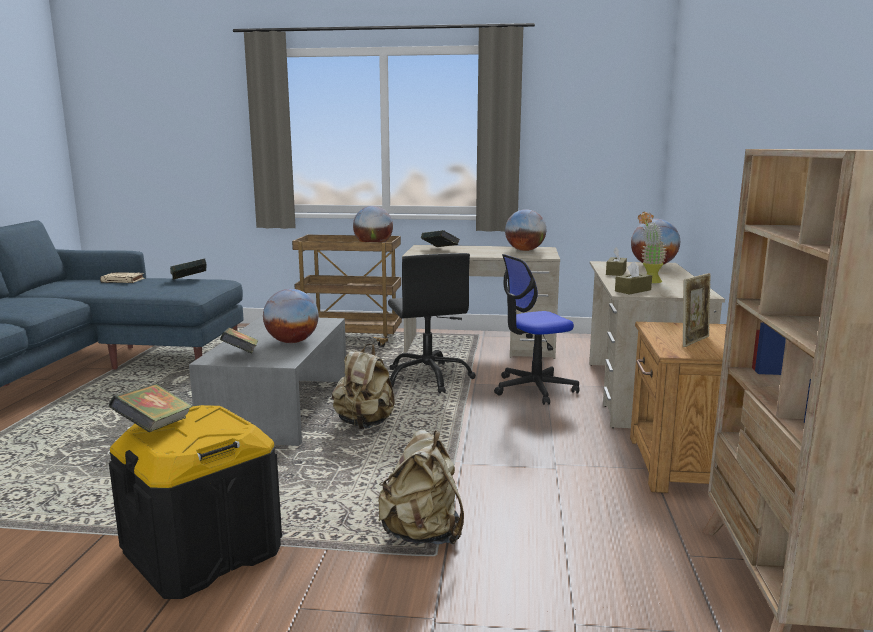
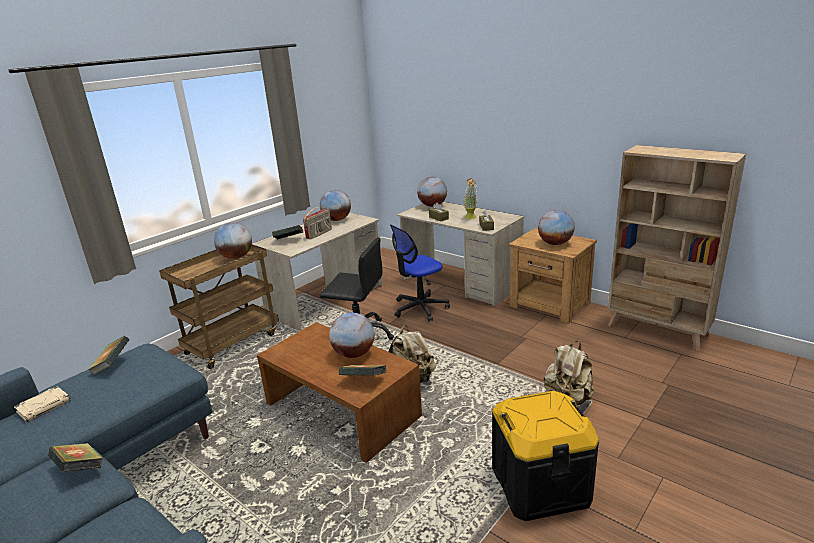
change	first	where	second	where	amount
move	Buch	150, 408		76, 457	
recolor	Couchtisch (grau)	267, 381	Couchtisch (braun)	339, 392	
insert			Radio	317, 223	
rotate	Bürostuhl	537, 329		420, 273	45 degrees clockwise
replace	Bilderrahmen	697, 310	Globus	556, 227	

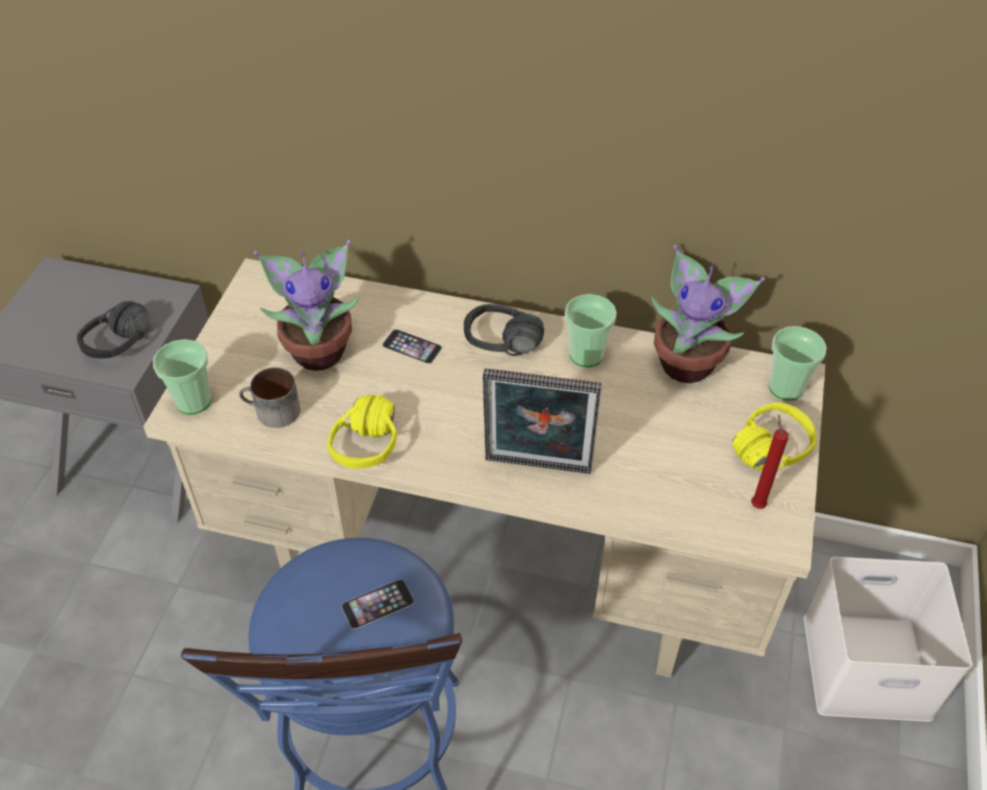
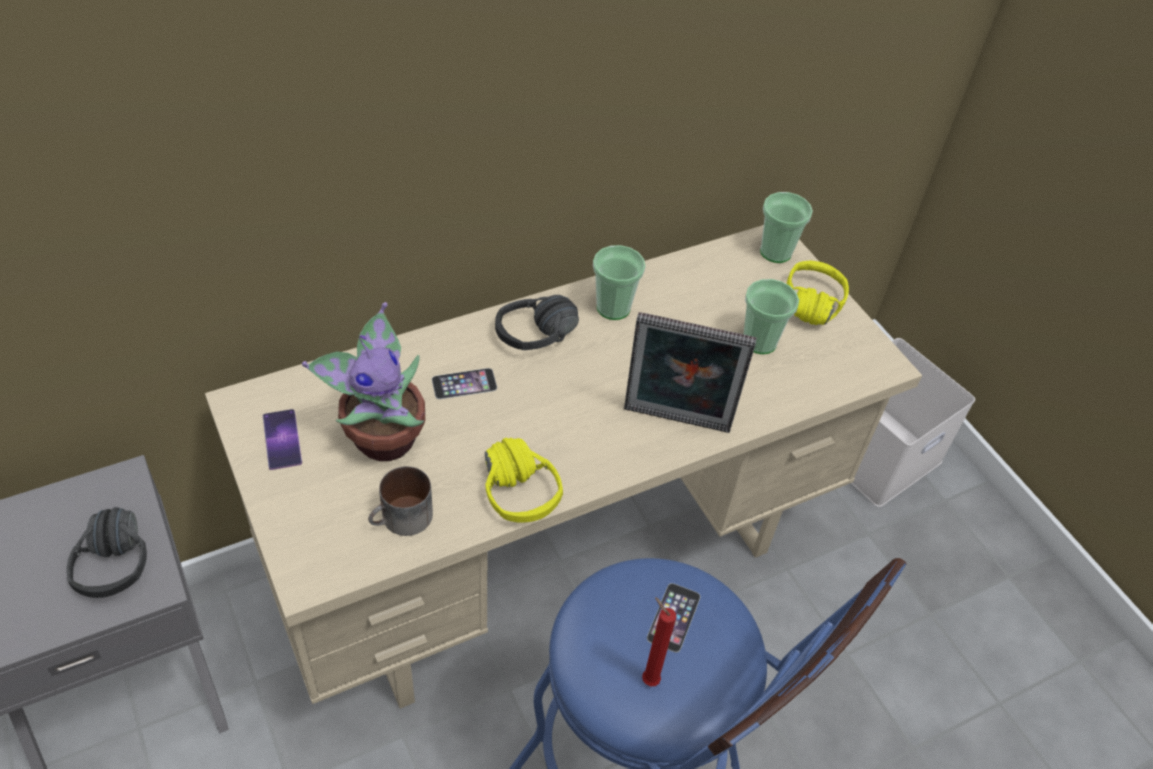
change	first	where	second	where	amount
insert			Handy	282, 439	
rotate	Bilderrahmen	542, 421		690, 372	45 degrees clockwise
move	Kerze (rot)	770, 461		659, 641	
move	Tasse	182, 377		771, 316	
delete	Topfpflanze	708, 314			

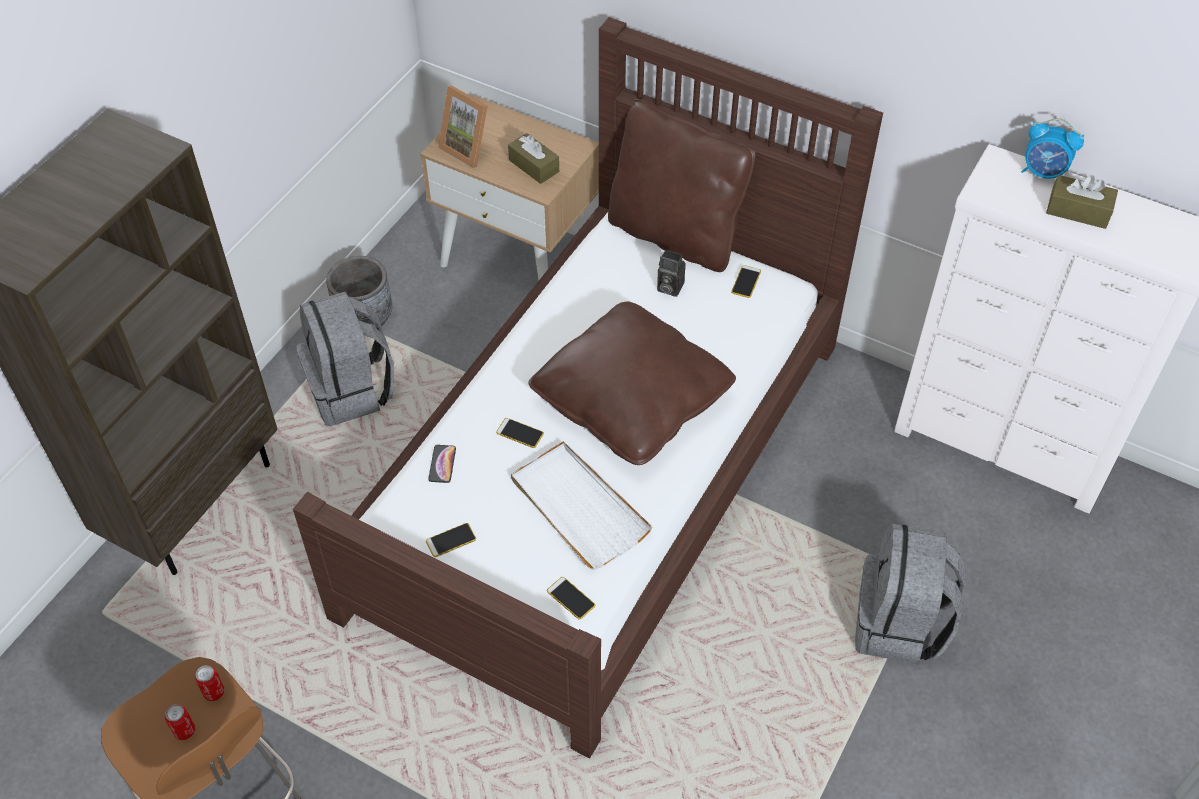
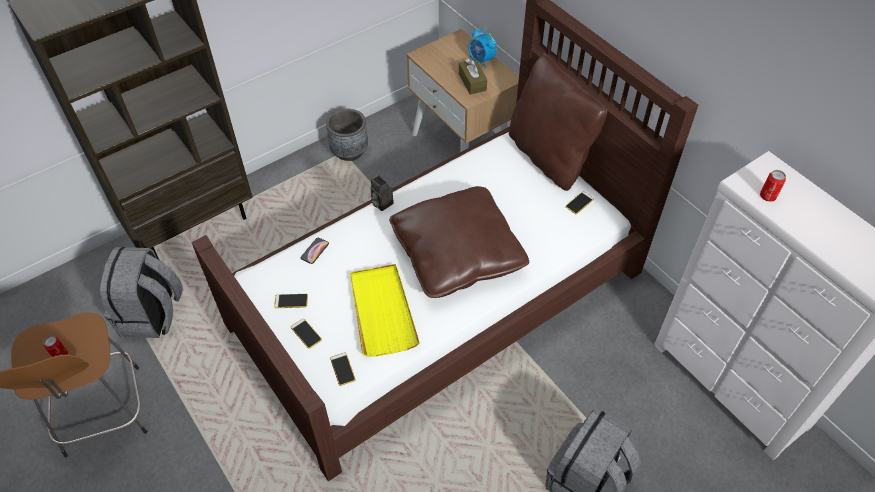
change	first	where	second	where	amount
move	Rucksack (grau)	345, 359		141, 292	
move	Handy	520, 433		306, 333	
recolor	Tablett (weiß)	581, 505	Tablett (gelb)	385, 310	
move	Kamera	671, 273		382, 193	
move	Wecker	1052, 148		483, 48	
move	Dose	209, 683		773, 186	
delete	Bilderrahmen	463, 126			
delete	Taschentuchbox (braun)	1082, 202			

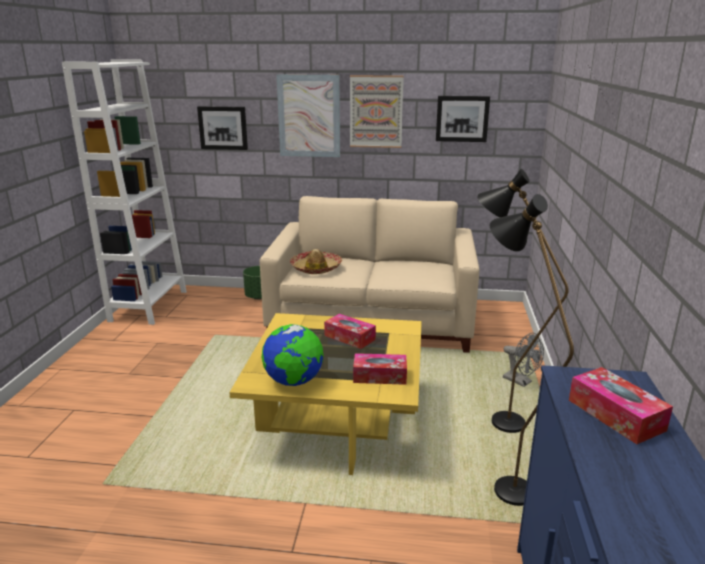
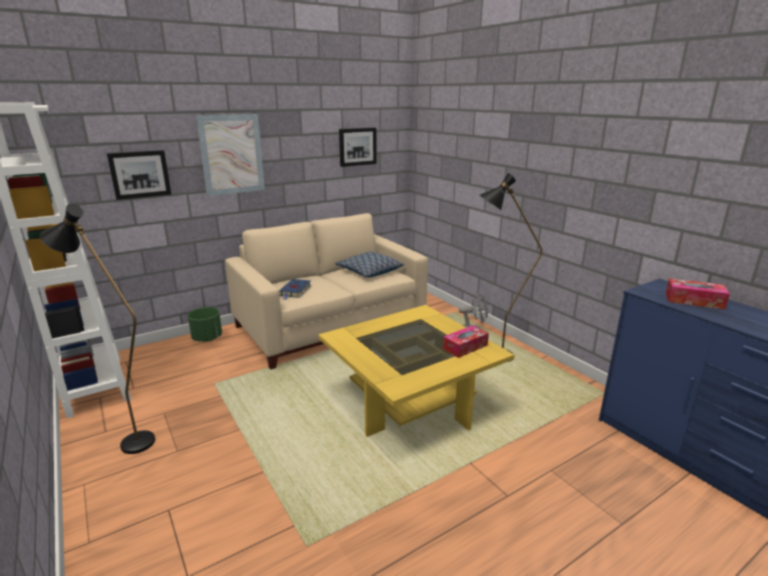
change	first	where	second	where	amount
move	Stehlampe (schwarz)	532, 350		97, 329	
replace	Hut	316, 261	Buch (blau)	295, 289	
insert			Kissen	369, 264	
delete	Globus	292, 355			
delete	Taschentuchbox	350, 331			
delete	Bild	377, 111			

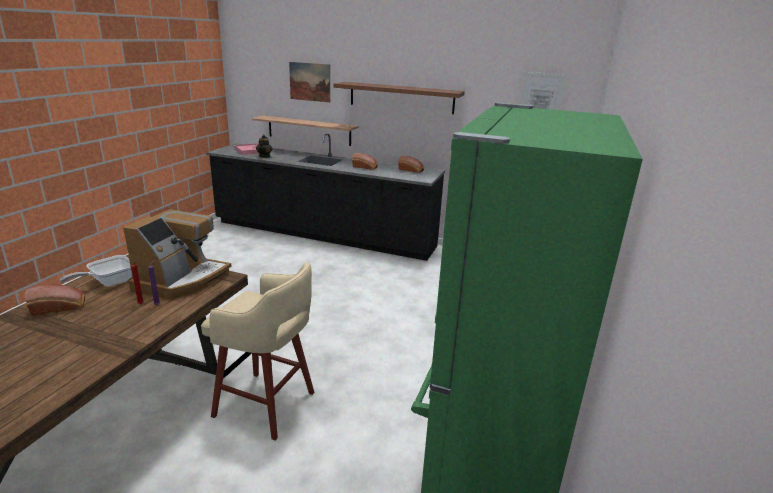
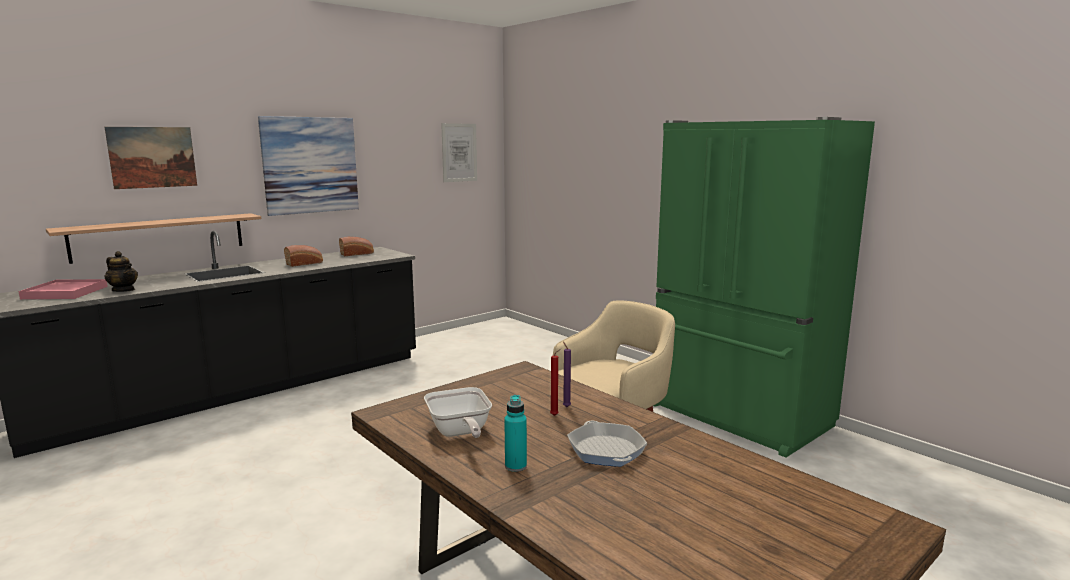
change	first	where	second	where	amount
replace	Wandregal (braun)	399, 98	Bild	308, 166	
replace	Brot	55, 300	Flasche (türkis)	515, 433	
insert			Pfanne	607, 444	
delete	Kaffeemaschine	177, 254			

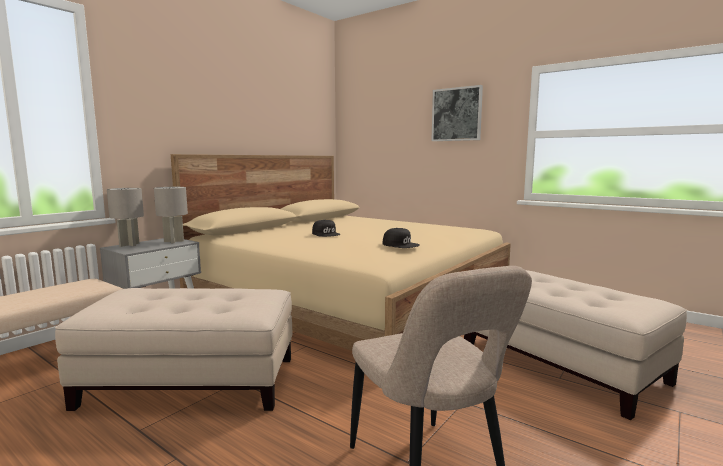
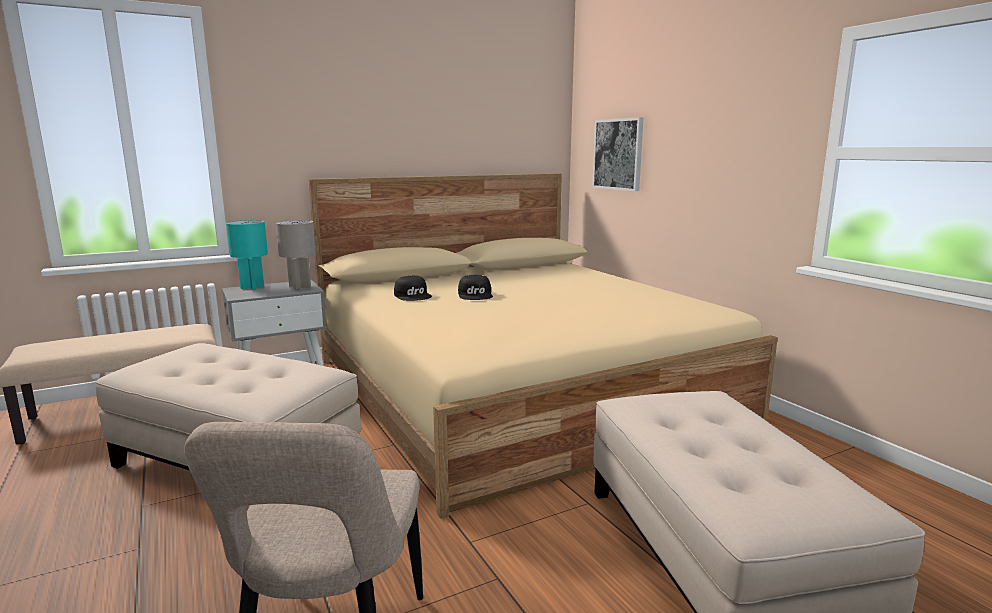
change	first	where	second	where	amount
recolor	Tischlampe (grau)	125, 217	Tischlampe (türkis)	247, 255	
move	Kappe (schwarz)	401, 238		413, 288	
move	Bild	457, 113		618, 154	

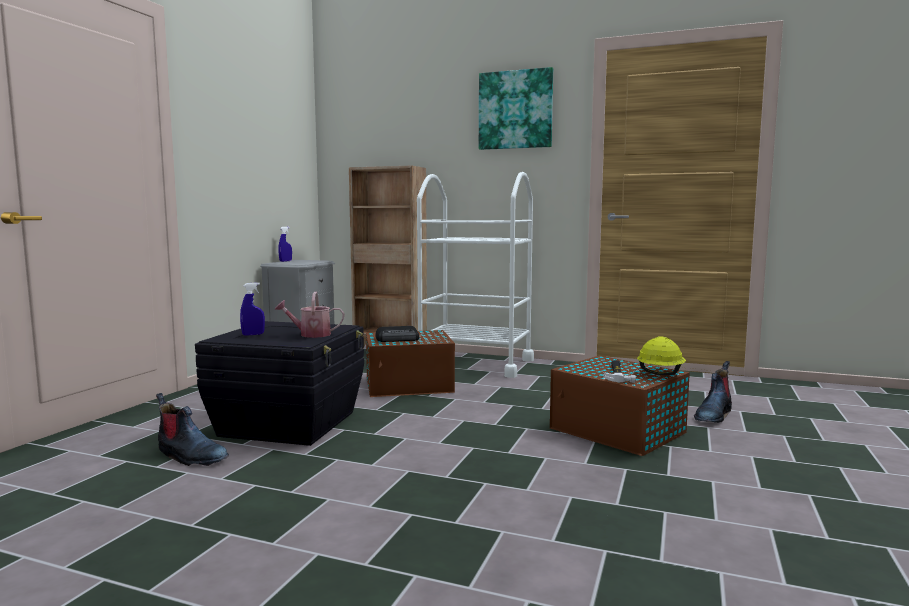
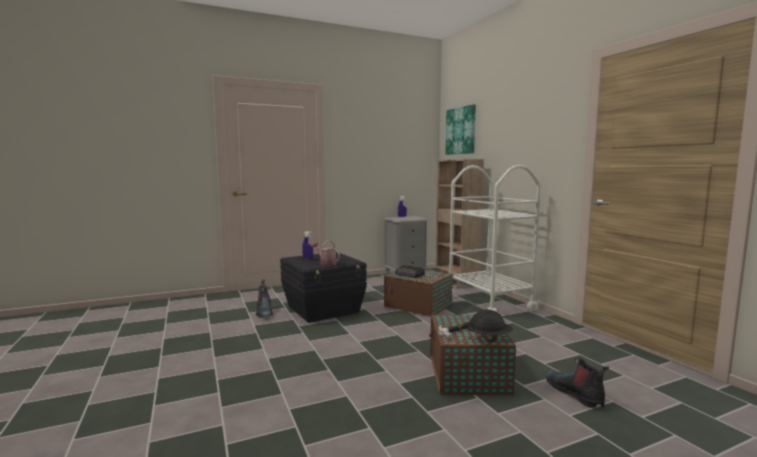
change	first	where	second	where	amount
move	Bild	516, 108		461, 129	
recolor	Schutzhelm (gelb)	661, 356	Schutzhelm (schwarz)	490, 326	
rotate	Stiefel	713, 392		577, 383	75 degrees clockwise

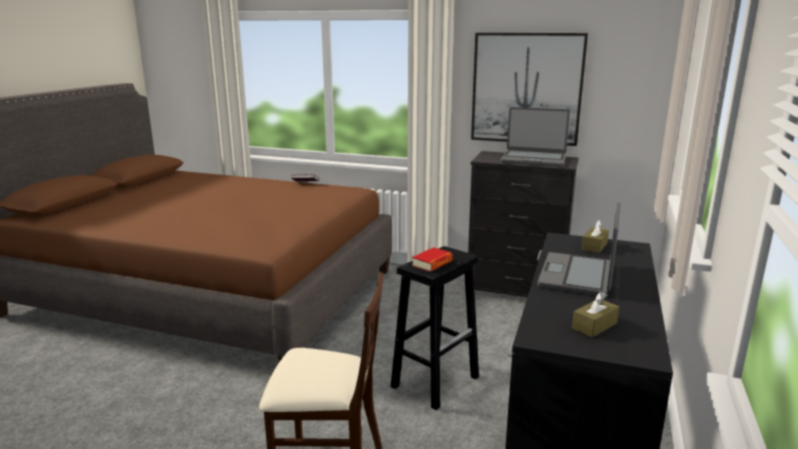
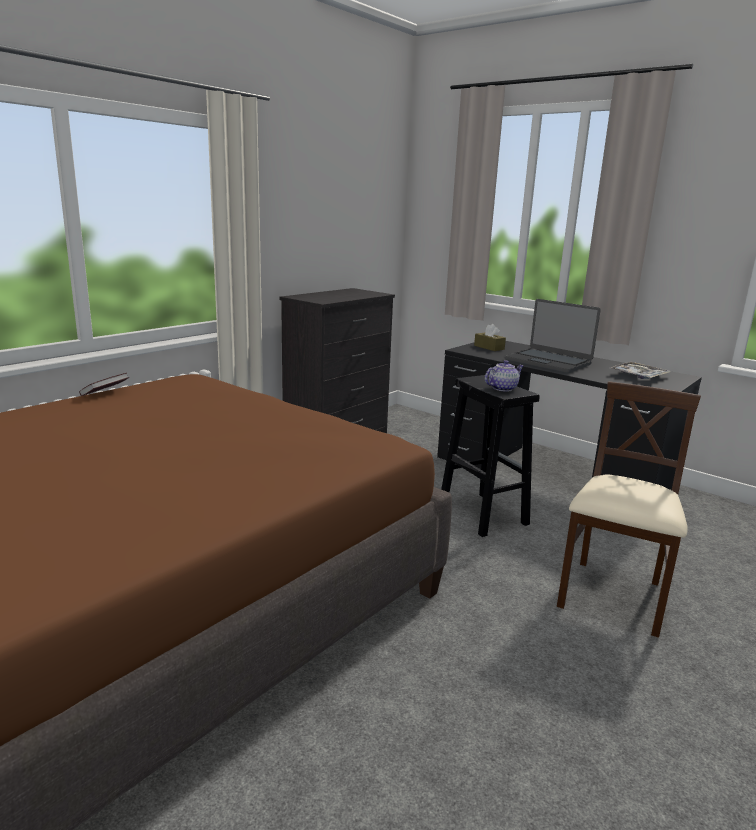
change	first	where	second	where	amount
replace	Buch	432, 259	Teekanne	504, 376	
replace	Taschentuchbox (braun)	595, 314	Tablett	641, 370	
delete	Bild	529, 89			
delete	Laptop	535, 137			

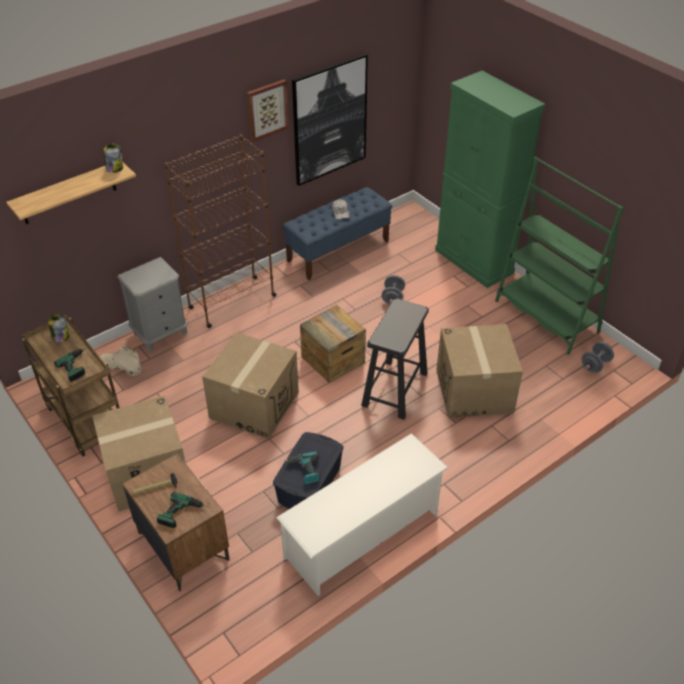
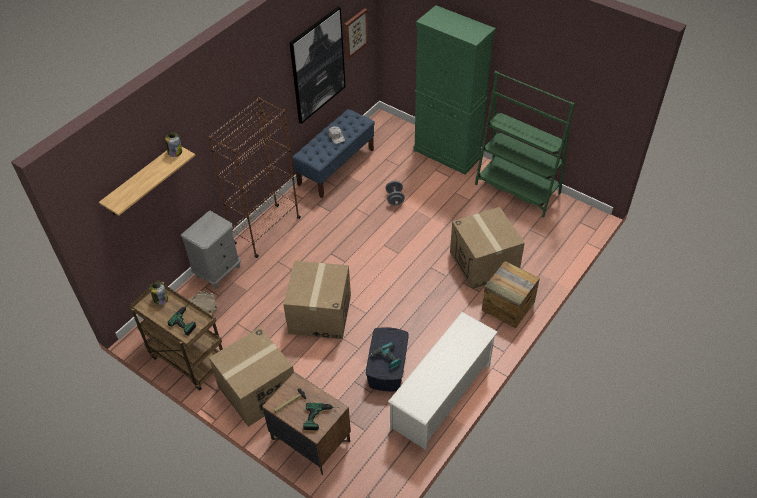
change	first	where	second	where	amount
move	Bild	268, 110		356, 33	
move	Kiste	333, 344		511, 294	
delete	Hocker (schwarz)	395, 359			
delete	Hantel (grau)	598, 357			

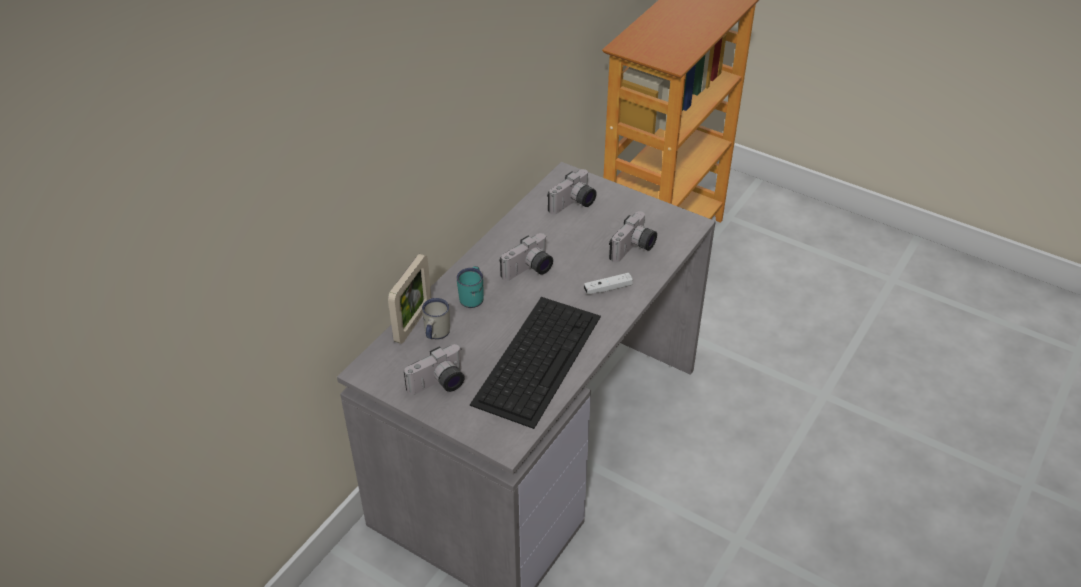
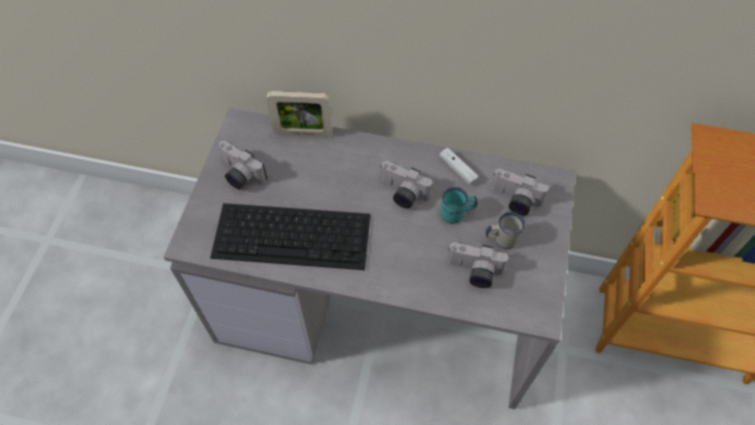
change	first	where	second	where	amount
move	Gamepad (weiß)	608, 284		459, 166	
move	Henkelbecher (türkis)	470, 287		459, 205	
move	Henkelbecher (weiß)	436, 318		505, 230	

